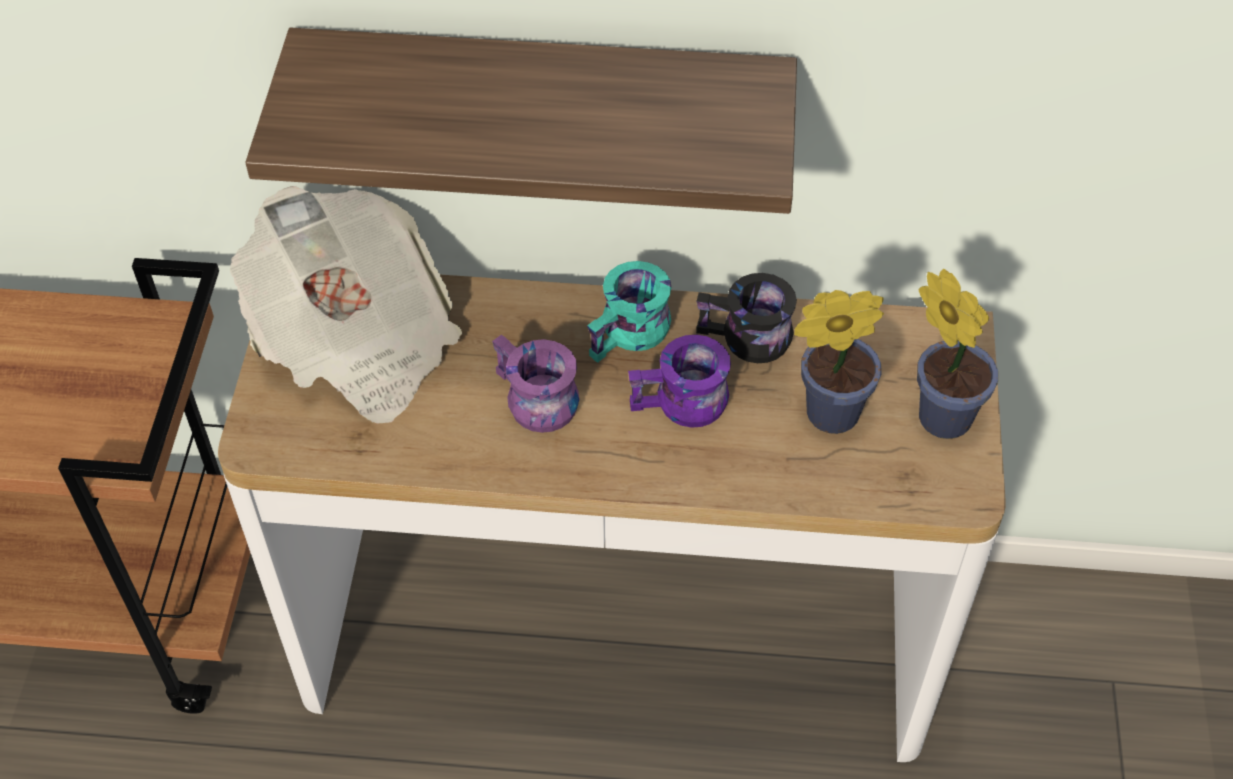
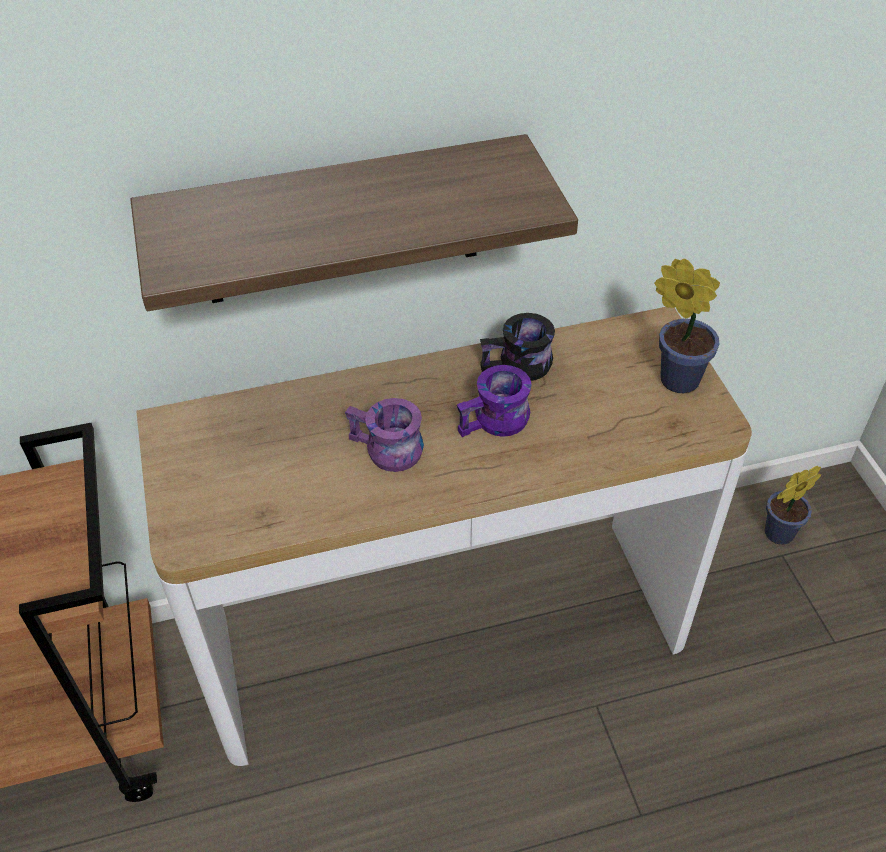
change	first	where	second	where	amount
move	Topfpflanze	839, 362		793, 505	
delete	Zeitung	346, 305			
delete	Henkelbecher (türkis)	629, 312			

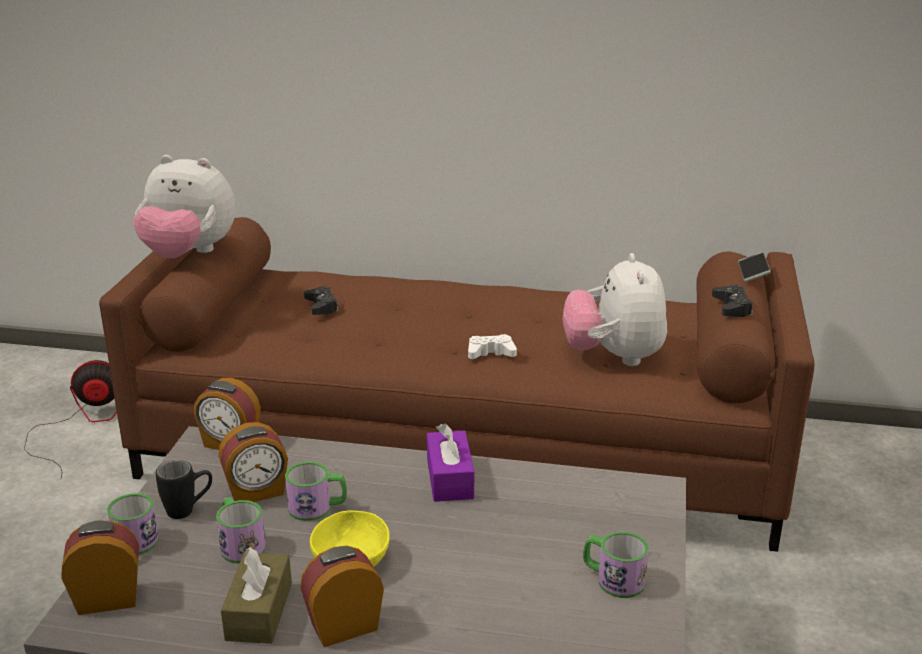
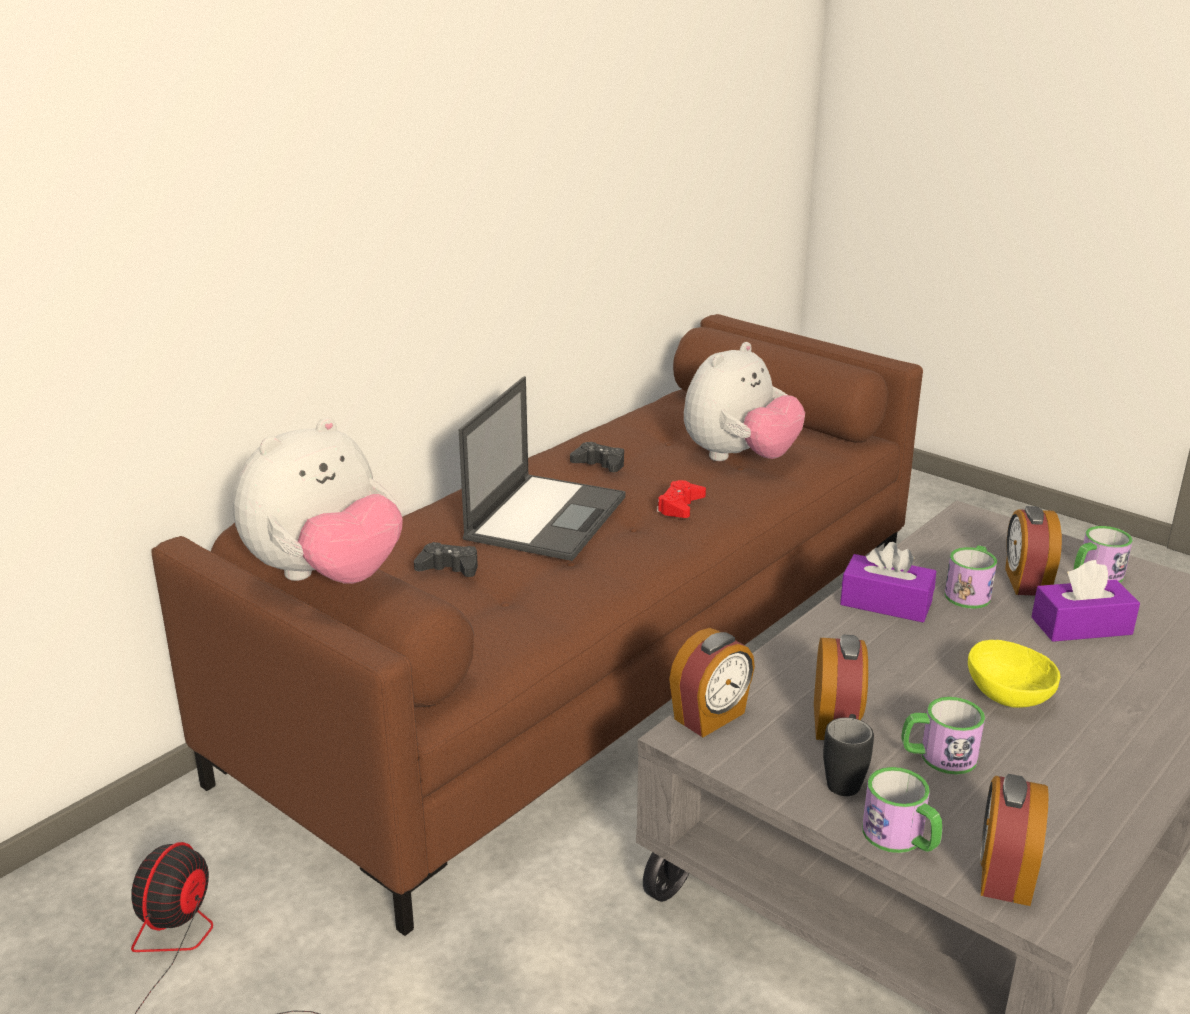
change	first	where	second	where	amount
insert			Laptop	542, 468	
move	Gamepad (schwarz)	732, 301		597, 457	
recolor	Gamepad (weiß)	492, 346	Gamepad (rot)	681, 499	
rotate	Plüschtier	615, 309		744, 401	75 degrees counterclockwise
move	Henkelbecher	316, 491		970, 576	
move	Wecker	342, 596		1033, 551	
insert			Taschentuchbox (lila)	1086, 601	
delete	Taschentuchbox (braun)	256, 596			
delete	Handy	754, 267			

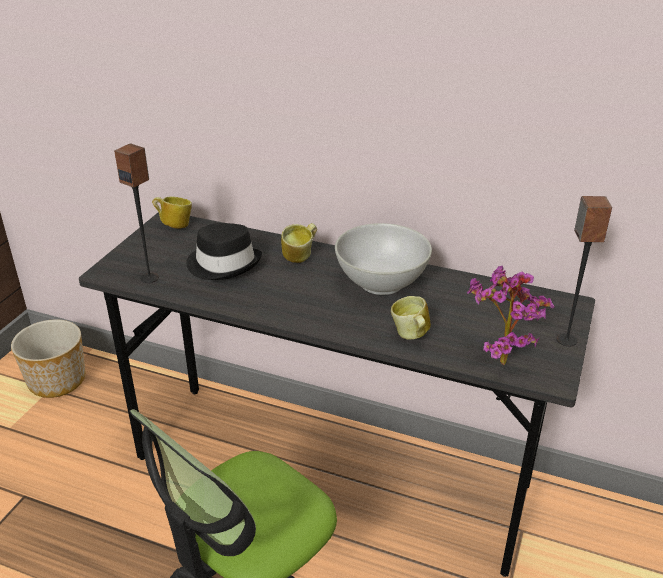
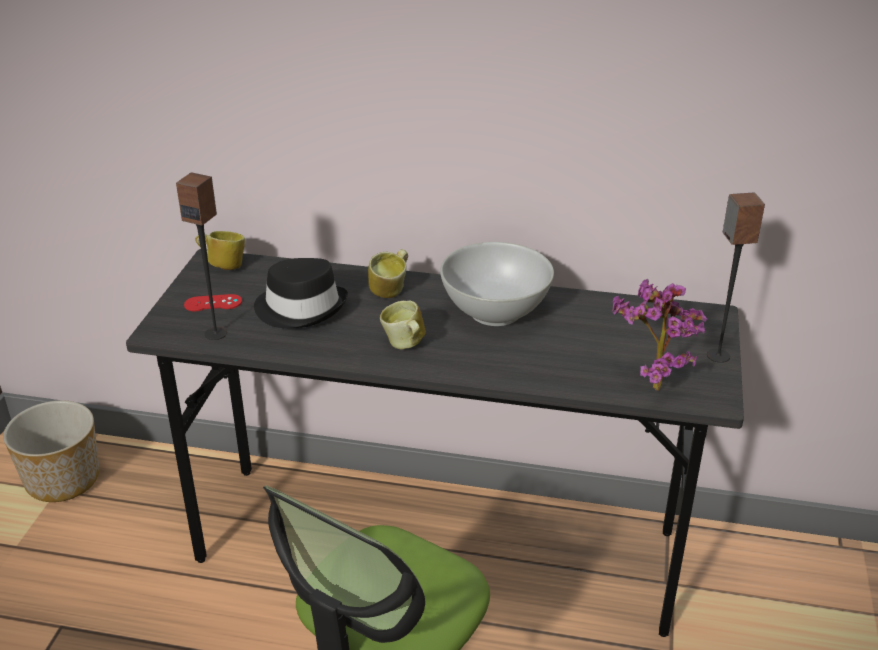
change	first	where	second	where	amount
insert			Gamepad (rot)	213, 302	
move	Henkelbecher	411, 318		403, 325	

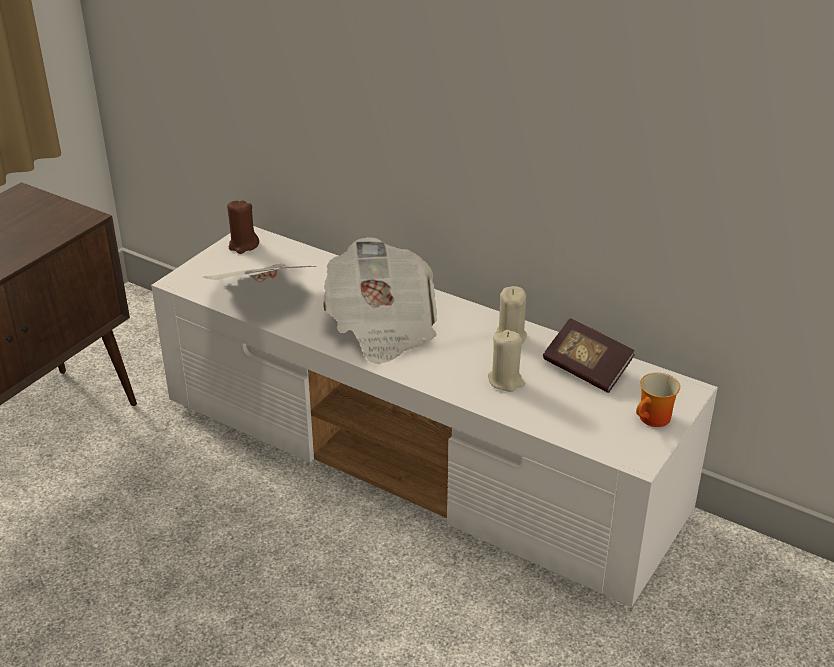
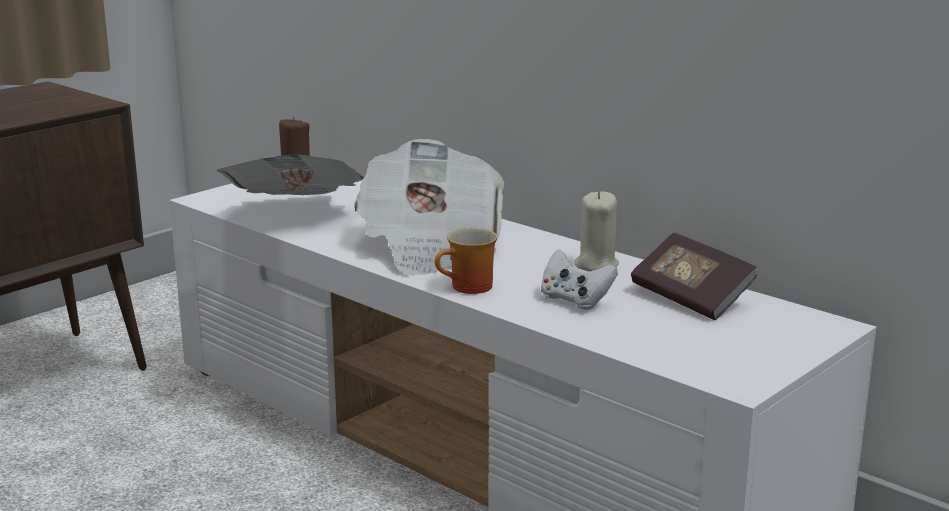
change	first	where	second	where	amount
move	Henkelbecher	658, 400		466, 261	
replace	Kerze (beige)	506, 361	Gamepad (weiß)	579, 279	

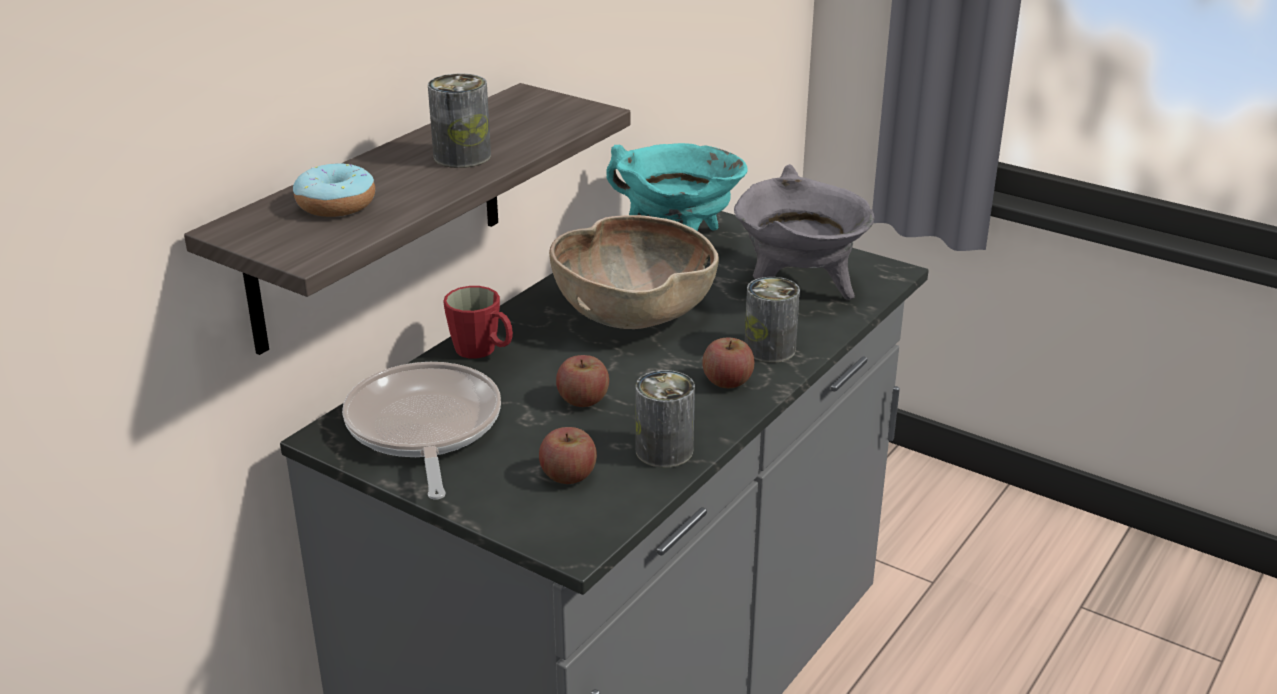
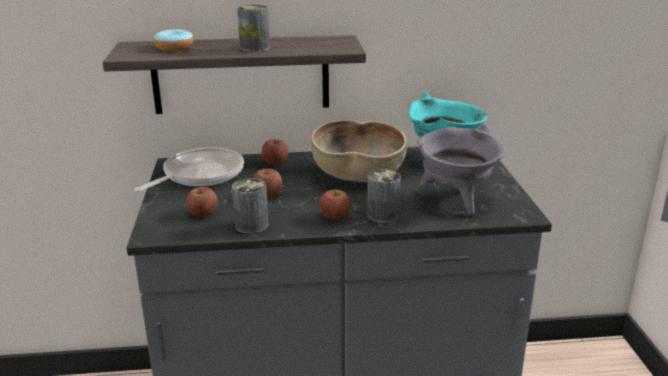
change	first	where	second	where	amount
replace	Henkelbecher (rot)	478, 322	Apfel	275, 152	

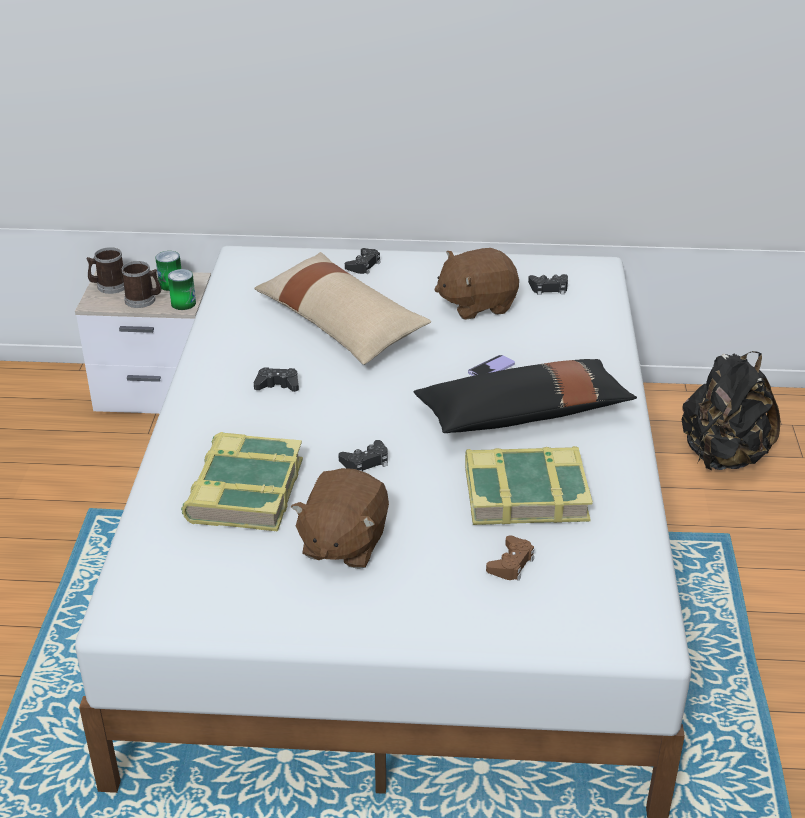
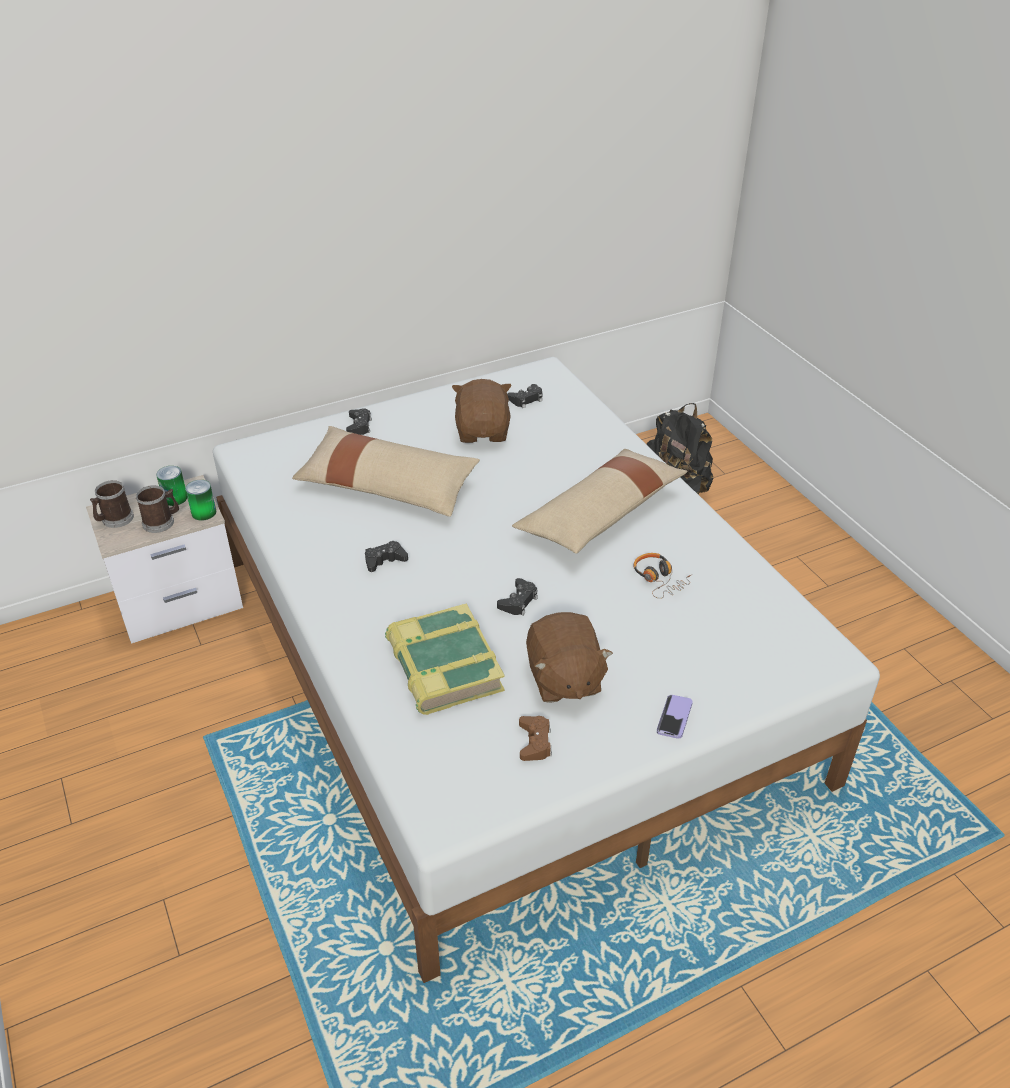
change	first	where	second	where	amount
rotate	Plüschtier (braun)	476, 284		482, 411	135 degrees clockwise
recolor	Kissen (schwarz)	525, 396	Kissen (beige)	600, 501	
move	Gamepad (braun)	510, 558		535, 738	
replace	Buch	529, 485	Kopfhörer	662, 576	
move	Handy	491, 365		675, 717	

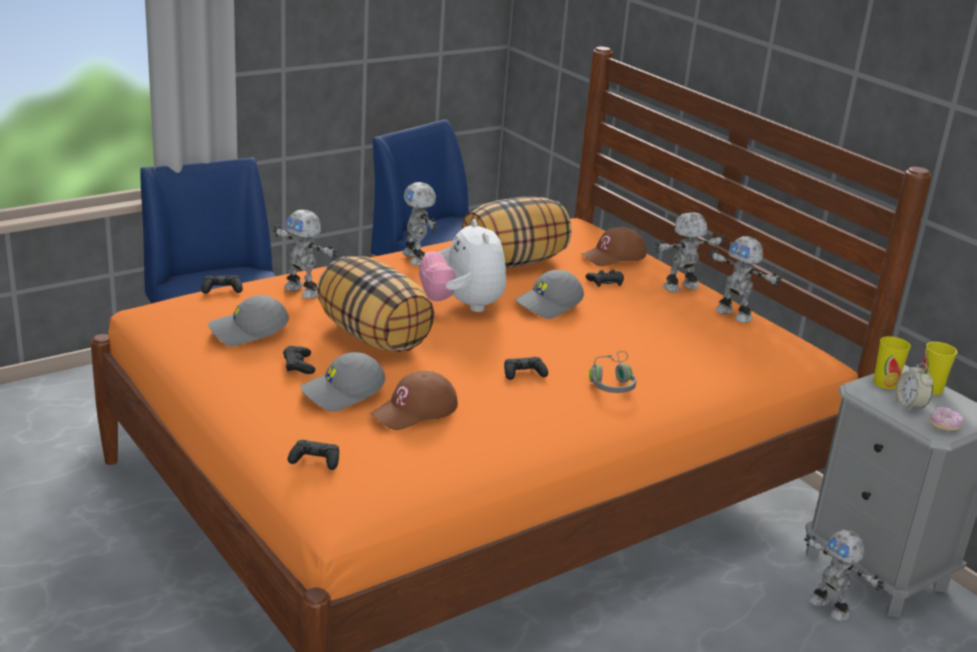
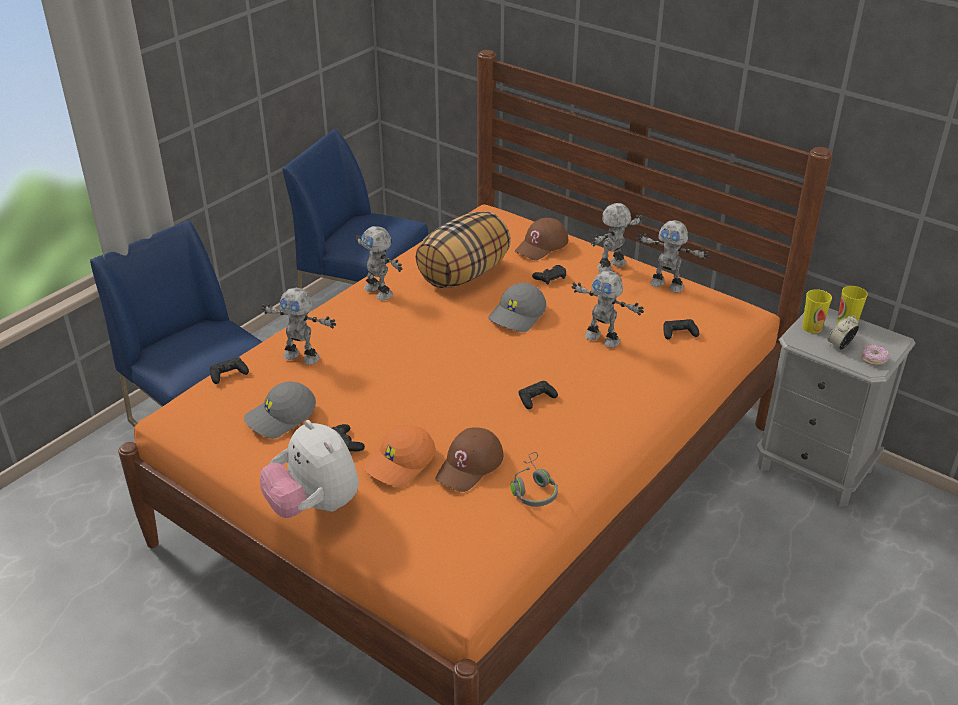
change	first	where	second	where	amount
move	Plüschtier	462, 265		309, 469	
recolor	Kappe (grau)	343, 382	Kappe (orange)	399, 455	
move	Kopfhörer (grau)	613, 372		534, 479	
move	Spielzeugroboter	844, 575		608, 309	
move	Gamepad (schwarz)	313, 455		681, 329	
rotate	Wecker	914, 387		843, 332	75 degrees clockwise
delete	Kissen	375, 304			

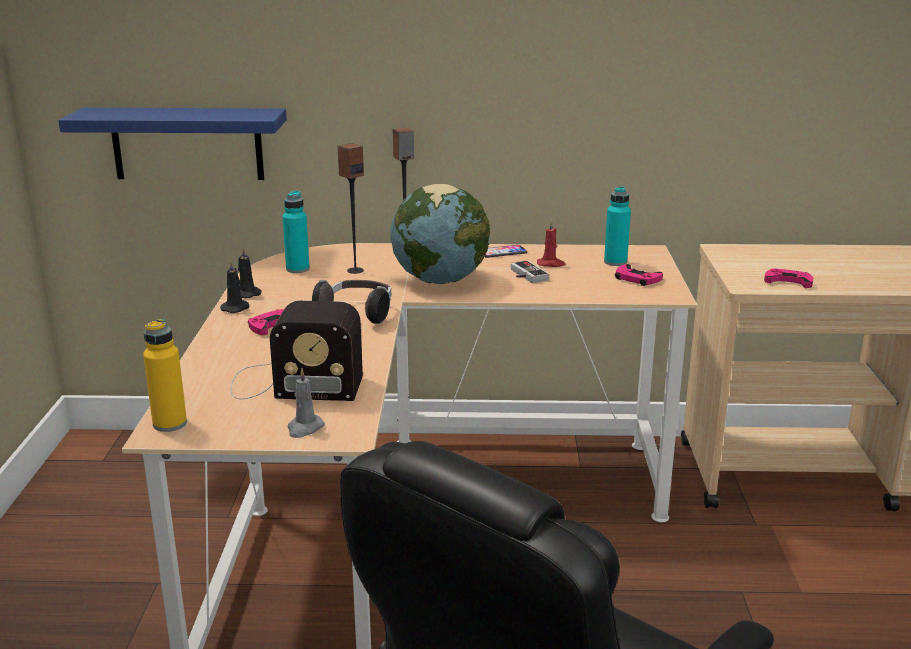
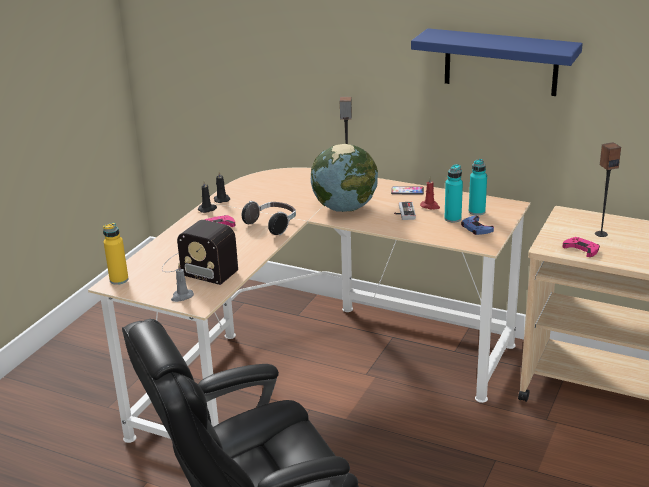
change	first	where	second	where	amount
move	Wandregal (blau)	172, 144		497, 62	
move	Flasche (türkis)	296, 232		453, 193	
recolor	Gamepad (rosa)	639, 275	Gamepad (blau)	477, 225	
move	Lautsprecher	351, 208		608, 189	

